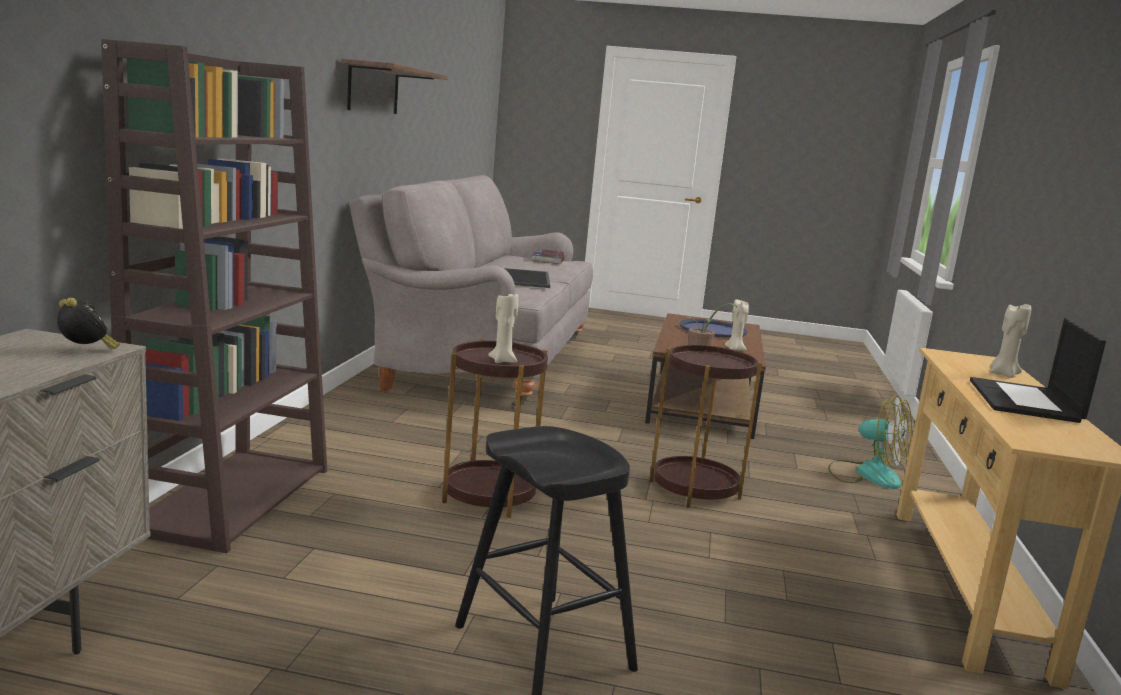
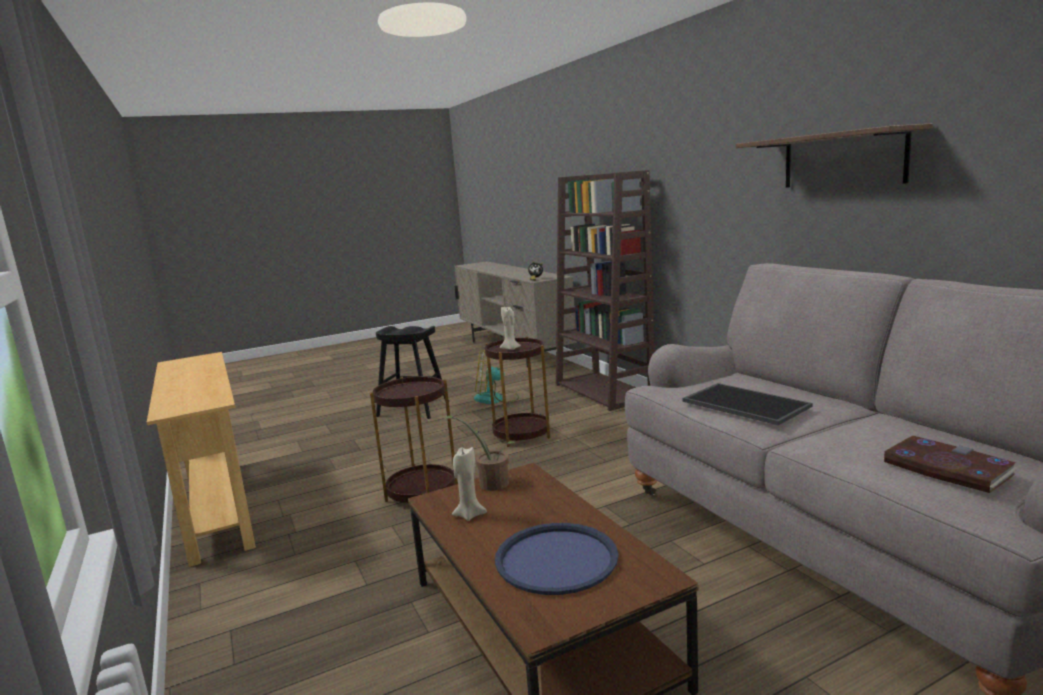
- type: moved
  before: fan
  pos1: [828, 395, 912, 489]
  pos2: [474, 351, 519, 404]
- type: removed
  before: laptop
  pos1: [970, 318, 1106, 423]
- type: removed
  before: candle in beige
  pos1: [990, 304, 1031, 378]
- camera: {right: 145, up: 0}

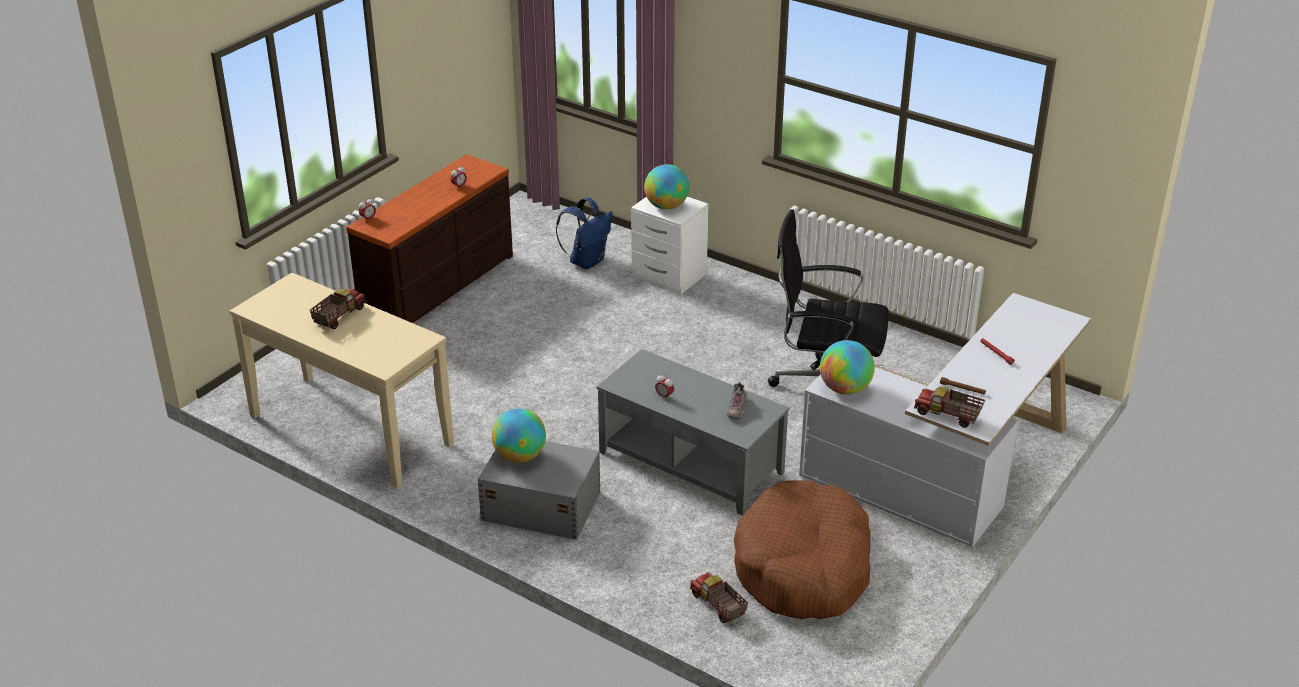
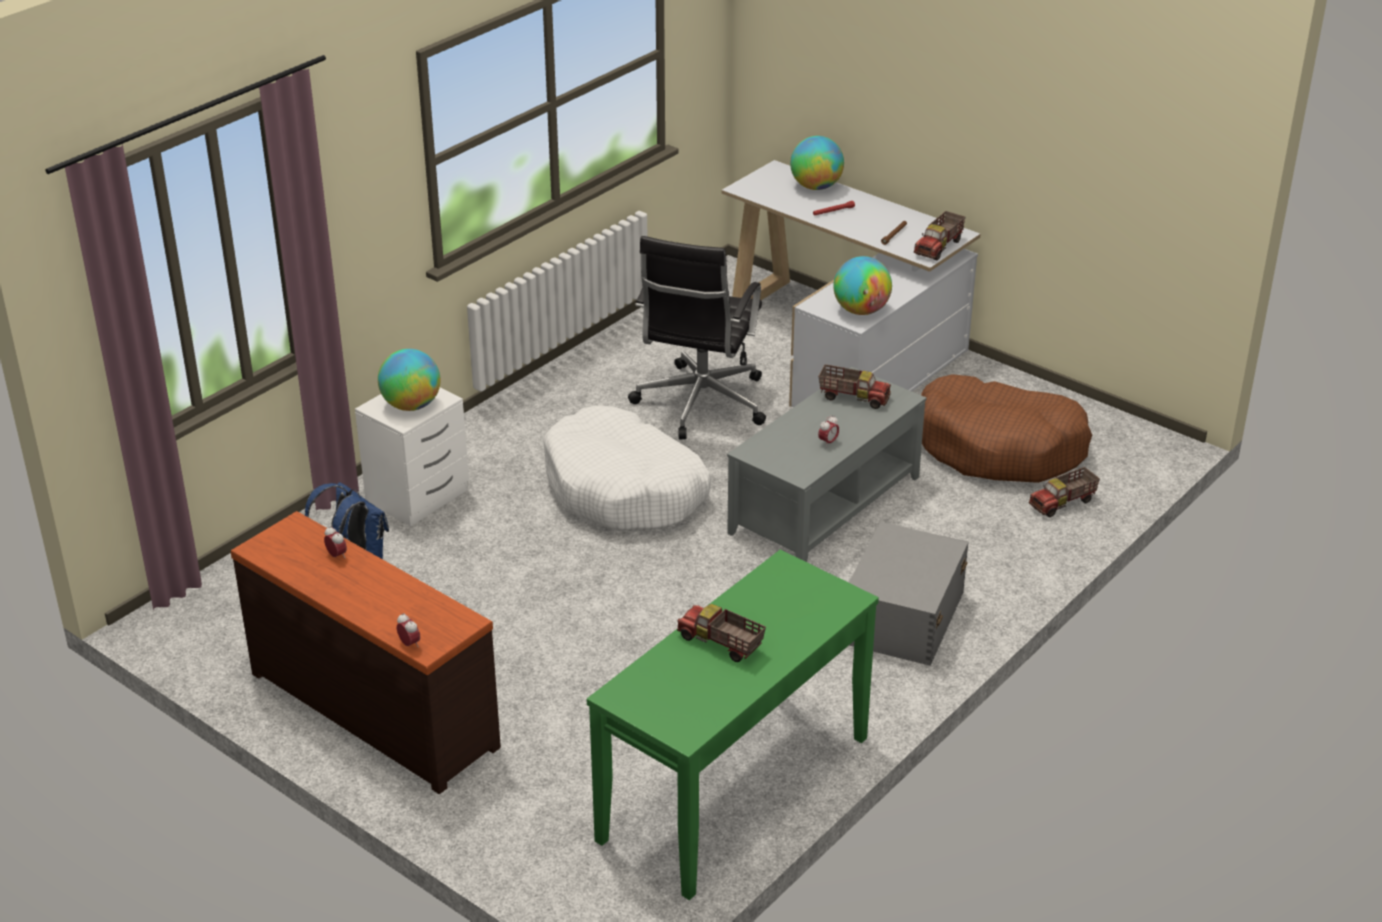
- type: recoloured
  before: console table in beige
  after: console table in green
  pos1: [230, 273, 454, 488]
  pos2: [587, 550, 879, 900]
- type: moved
  before: globe
  pos1: [492, 408, 546, 463]
  pos2: [790, 136, 844, 190]
- type: replaced
  before: shoe
  after: toy truck
  pos1: [727, 382, 747, 419]
  pos2: [818, 364, 891, 409]
- type: added
  after: dog bed in white
  pos2: [543, 406, 711, 531]
- camera: {right: -85, up: 0}

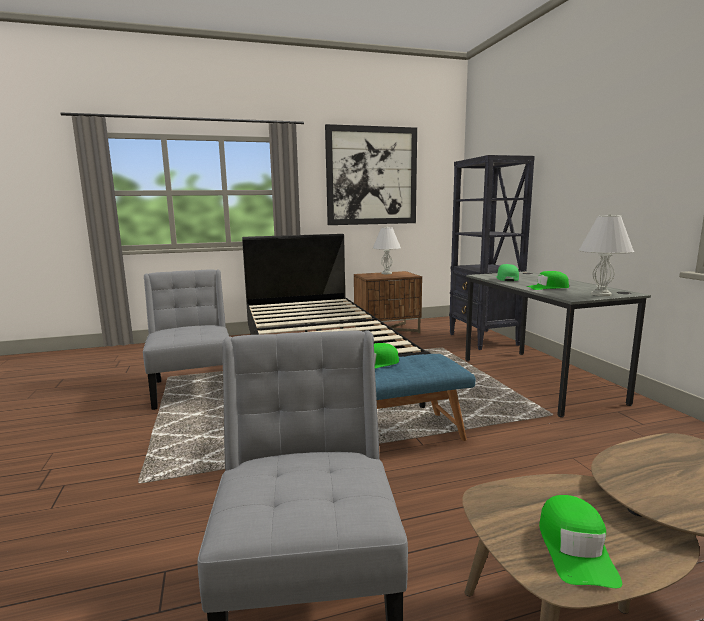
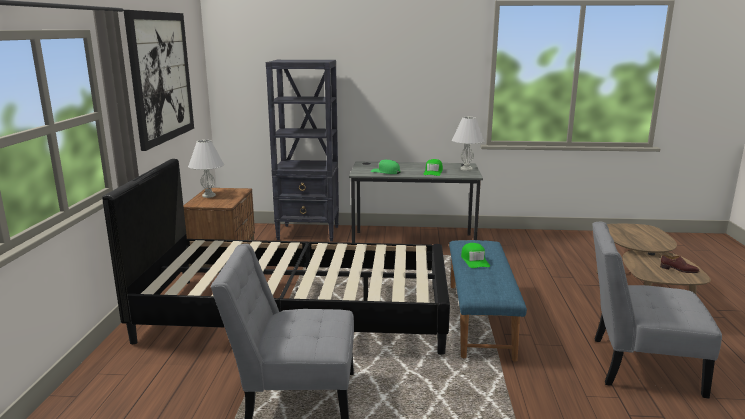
- type: replaced
  before: cap in green
  after: shoe in brown
  pos1: [539, 495, 622, 588]
  pos2: [660, 255, 700, 273]
- camera: {right: -70, up: 5}

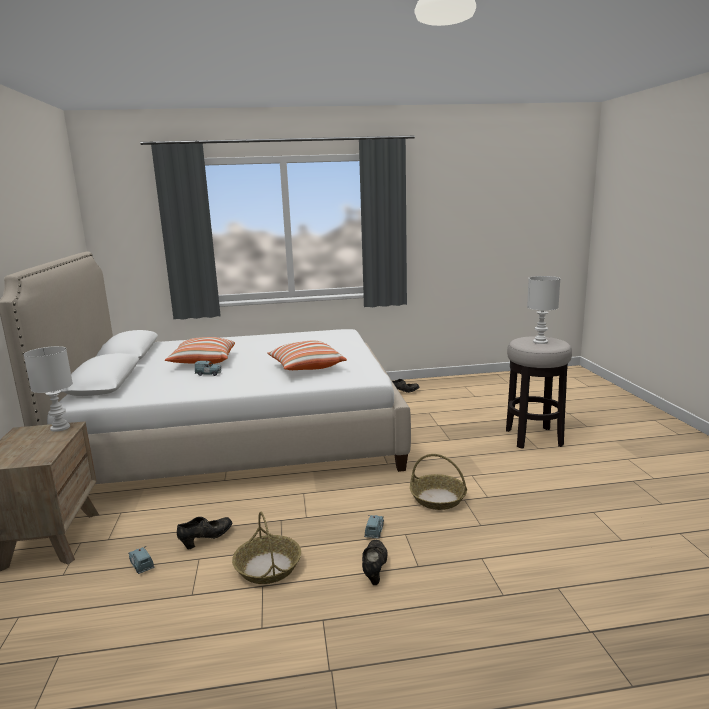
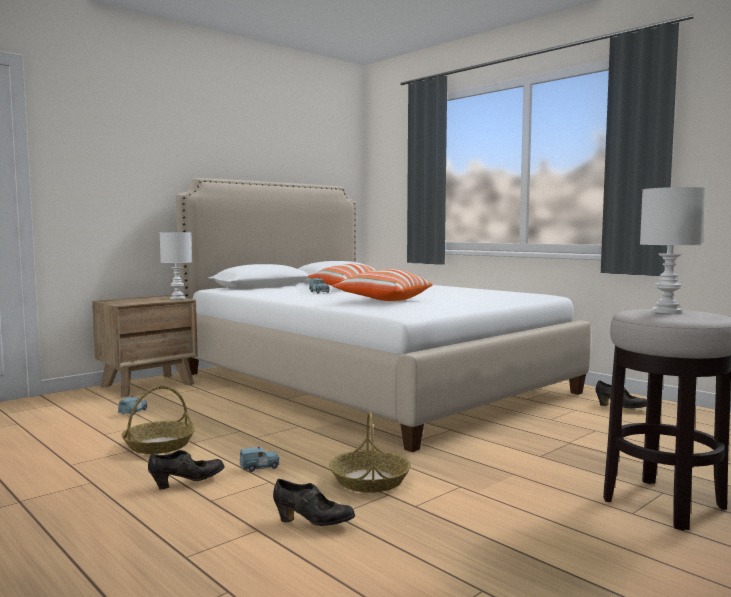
- type: moved
  before: shoe in black
  pos1: [177, 517, 232, 550]
  pos2: [273, 479, 355, 526]
- camera: {right: 55, up: -10}

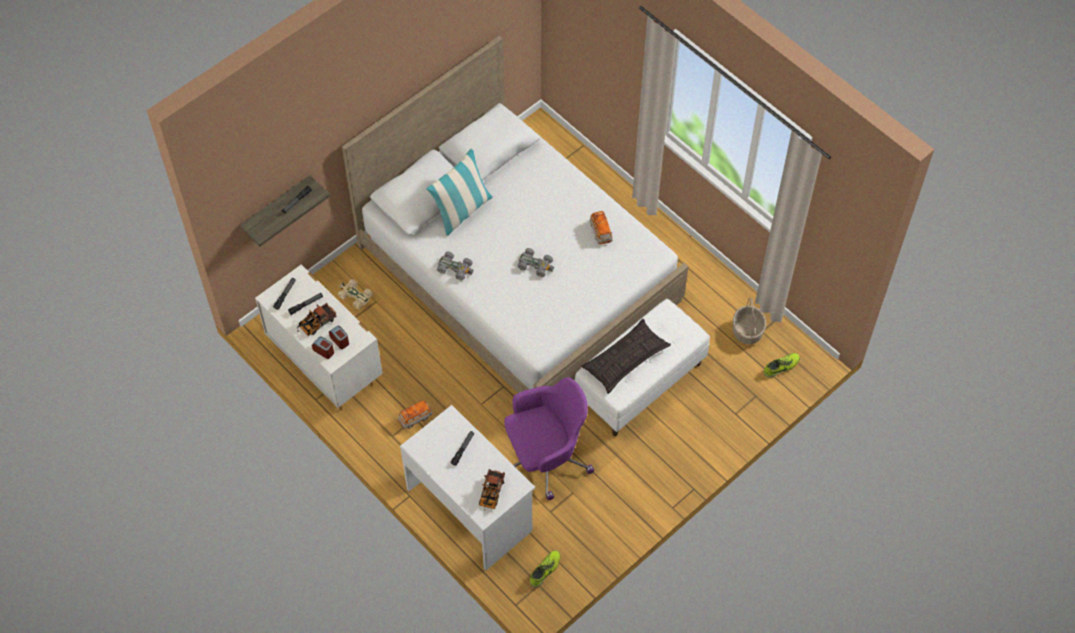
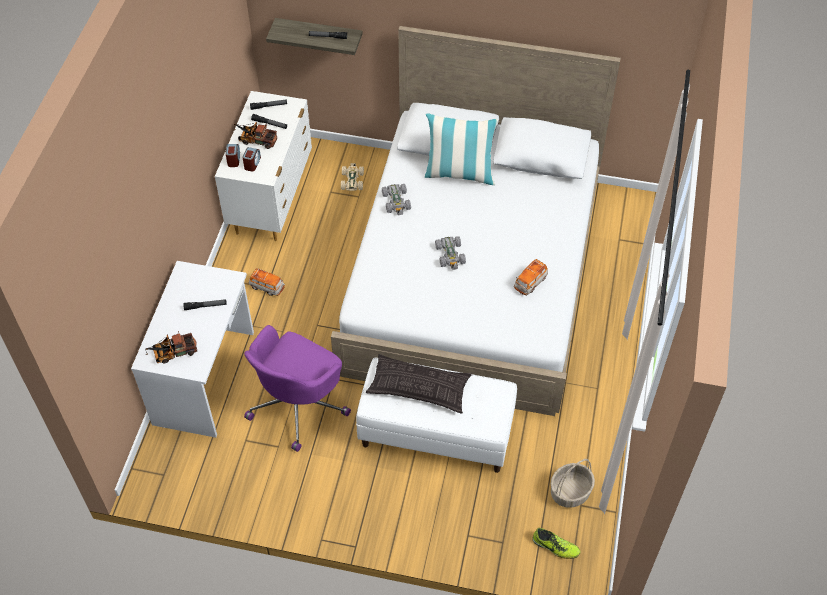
- type: turned
  before: office chair in purple
  pos1: [504, 377, 594, 500]
  pos2: [244, 325, 351, 452]
  turn: 90
- type: removed
  before: shoe
  pos1: [530, 550, 560, 587]
- camera: {right: 55, up: -5}

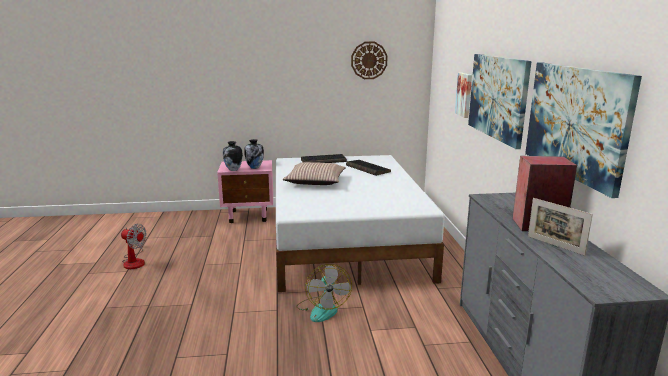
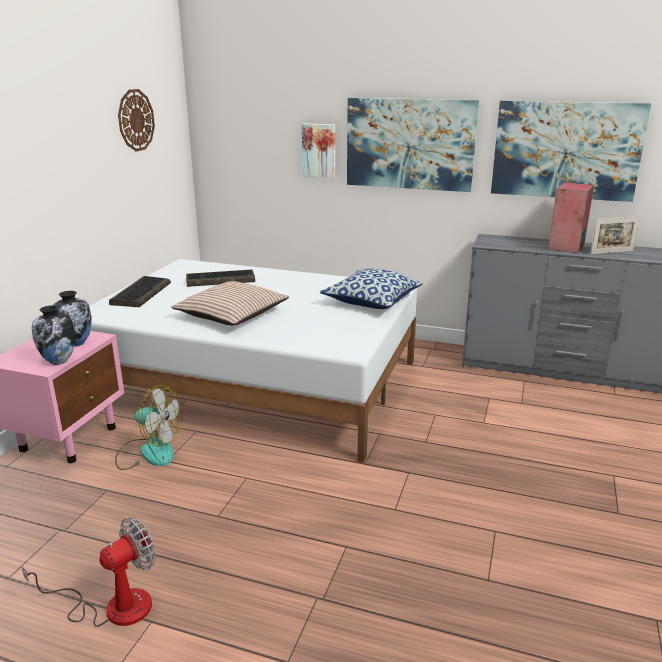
- type: moved
  before: fan
  pos1: [296, 264, 352, 322]
  pos2: [115, 385, 182, 470]
- type: added
  after: pillow
  pos2: [320, 269, 423, 309]
- camera: {right: -65, up: 5}

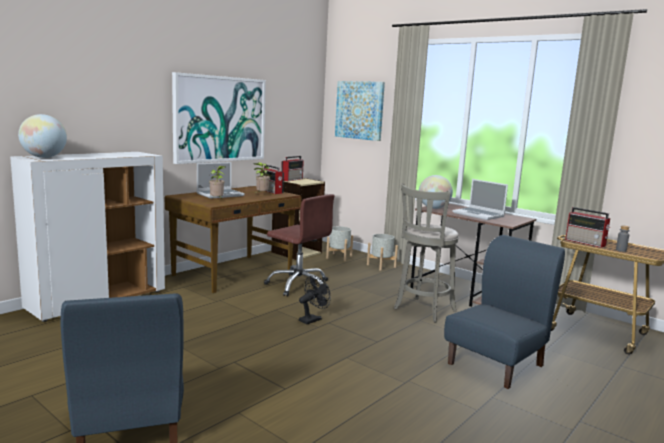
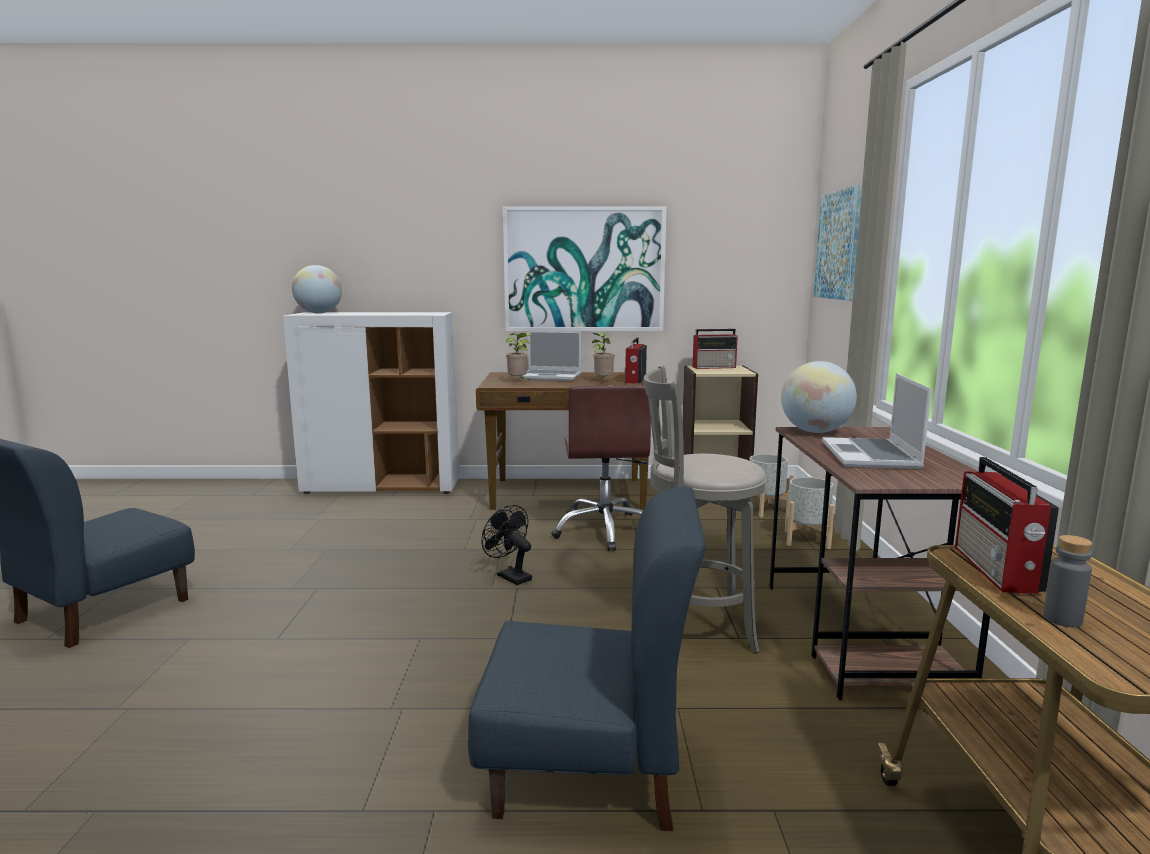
- type: turned
  before: fan in black
  pos1: [299, 275, 330, 324]
  pos2: [481, 505, 532, 585]
  turn: -135
- camera: {right: 50, up: 0}

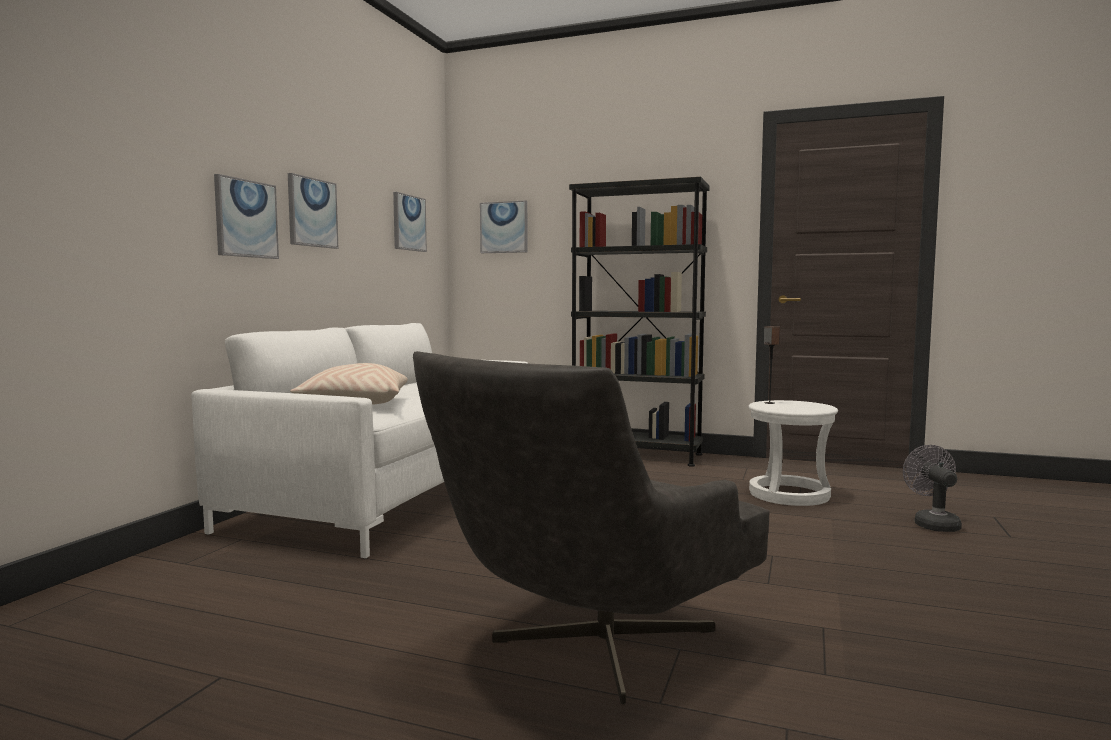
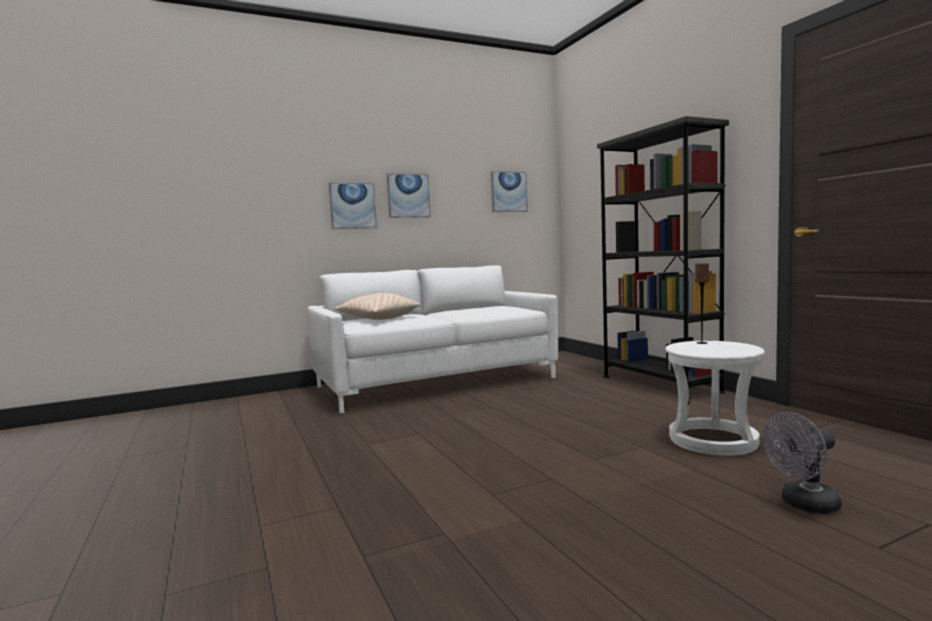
- type: removed
  before: armchair in grey
  pos1: [413, 351, 770, 704]
- type: removed
  before: picture
  pos1: [480, 200, 528, 253]
- type: turned
  before: fan in grey
  pos1: [903, 445, 962, 532]
  pos2: [763, 412, 841, 514]
  turn: -150
- camera: {right: 45, up: 0}

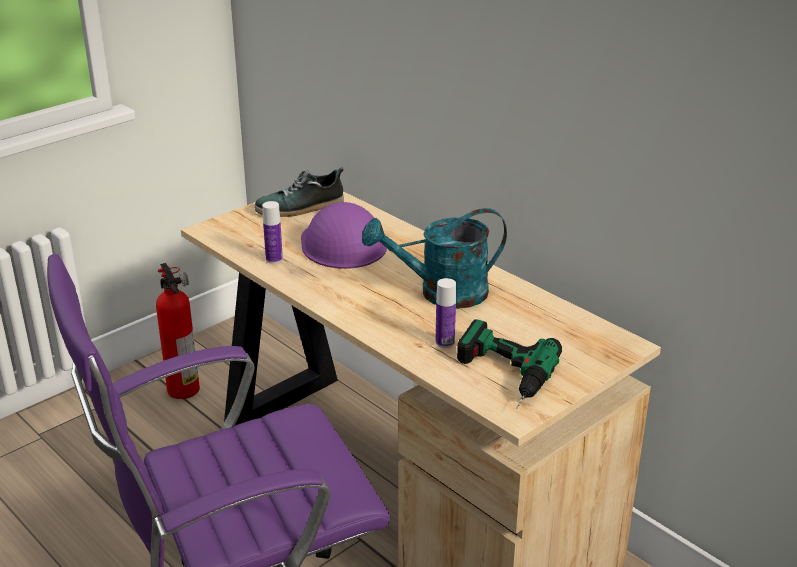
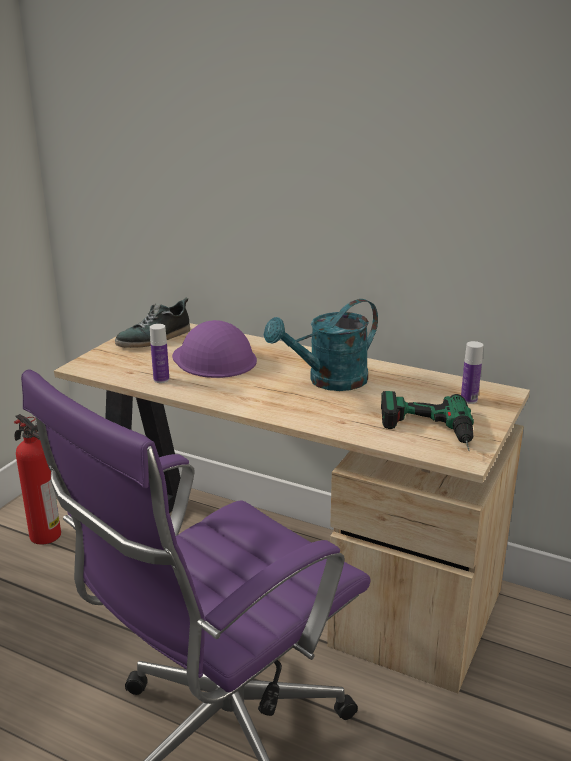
- type: moved
  before: bottle
  pos1: [435, 278, 456, 348]
  pos2: [461, 341, 483, 404]
- camera: {right: -20, up: -5}

